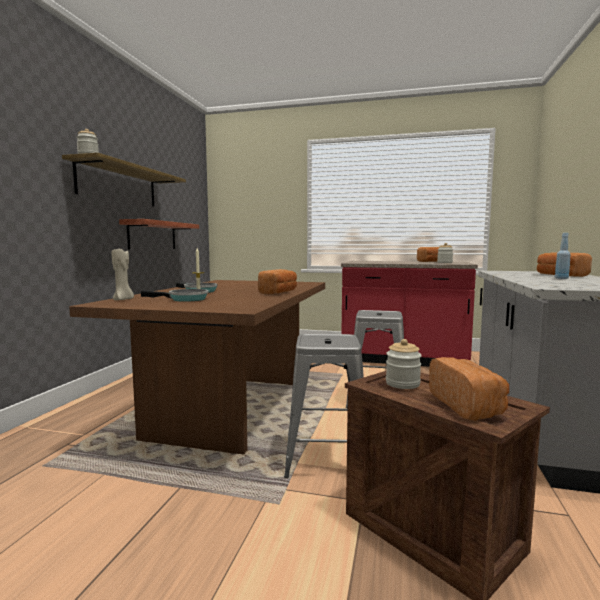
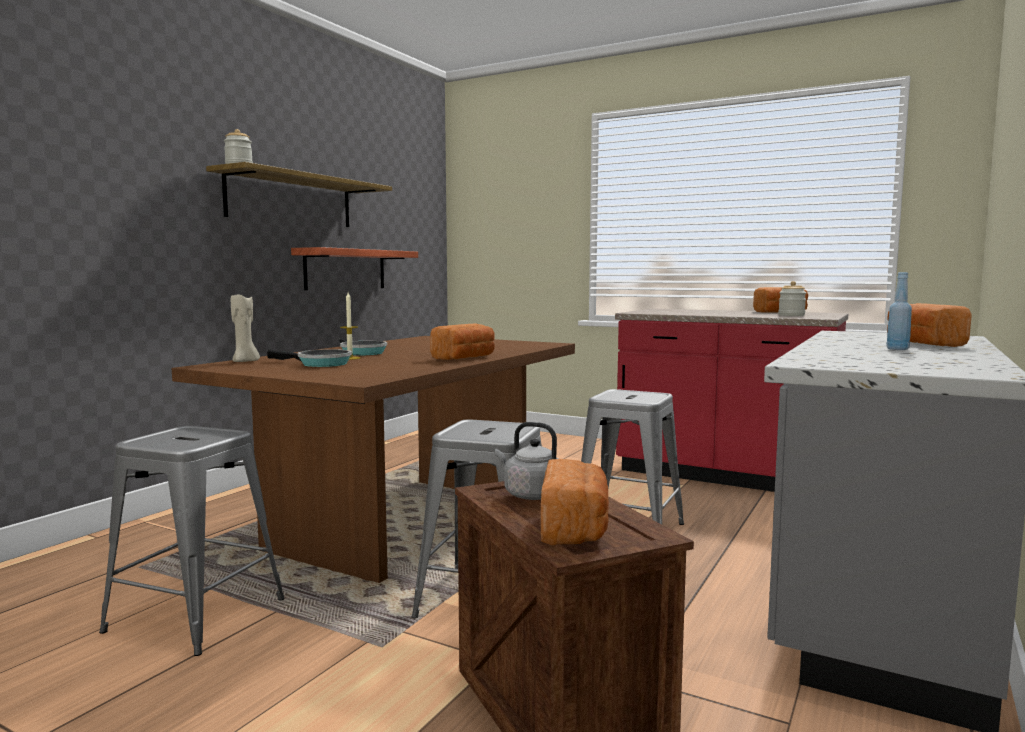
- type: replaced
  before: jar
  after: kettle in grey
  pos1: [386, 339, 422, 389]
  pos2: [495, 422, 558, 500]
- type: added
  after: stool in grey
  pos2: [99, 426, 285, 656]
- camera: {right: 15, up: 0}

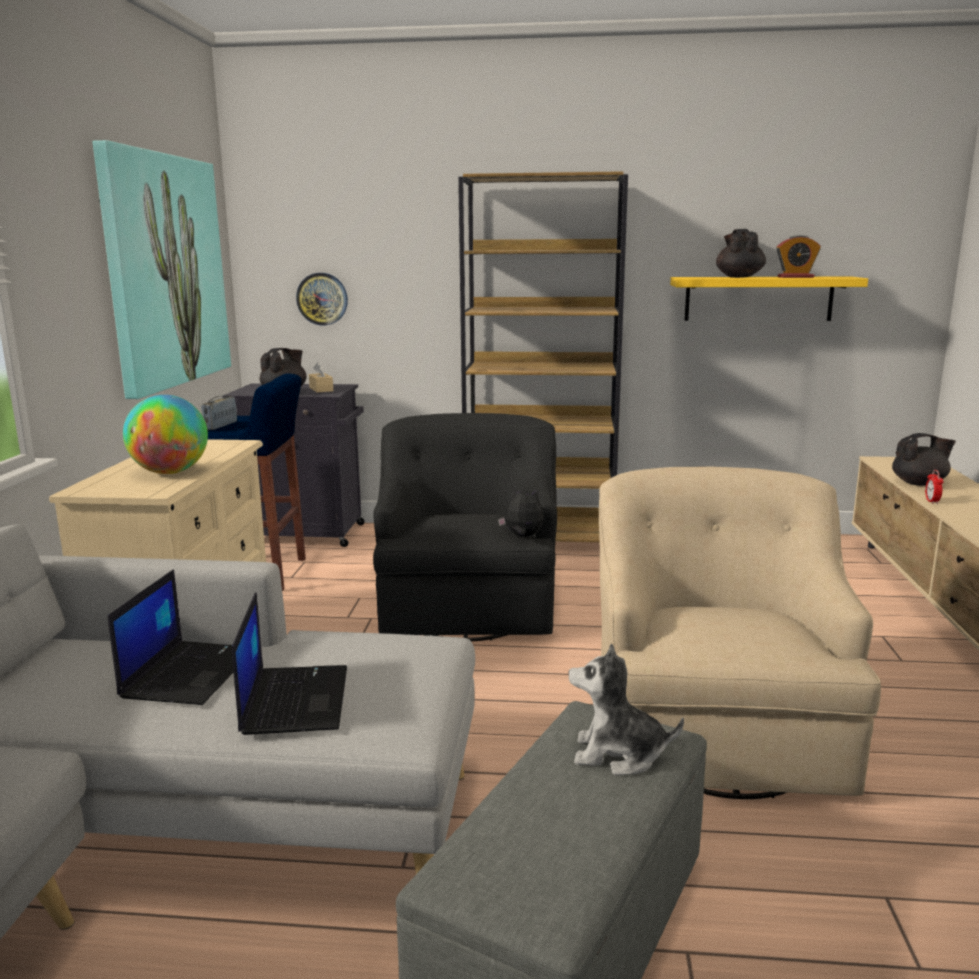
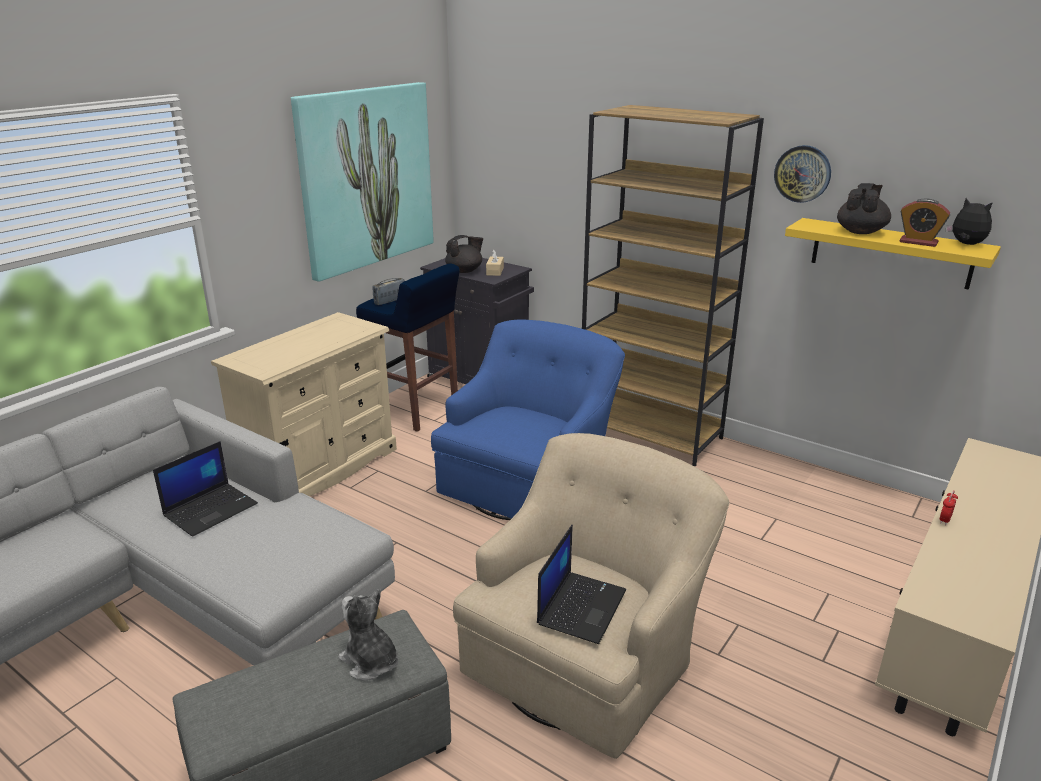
- type: removed
  before: globe
  pos1: [123, 395, 208, 474]
- type: moved
  before: laptop
  pos1: [232, 592, 347, 735]
  pos2: [537, 525, 626, 644]
- type: moved
  before: wall clock
  pos1: [296, 273, 348, 326]
  pos2: [774, 145, 831, 203]
- type: recoloured
  before: armchair in black
  after: armchair in blue
  pos1: [373, 413, 557, 641]
  pos2: [431, 320, 625, 520]
- type: moved
  before: plush toy
  pos1: [498, 486, 544, 537]
  pos2: [946, 198, 993, 245]
- type: removed
  before: teapot in black
  pos1: [892, 433, 956, 486]
- camera: {right: 30, up: 10}

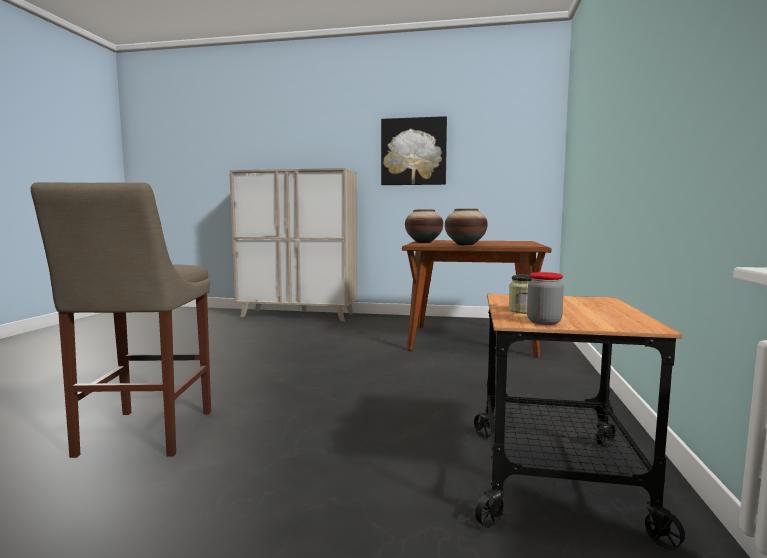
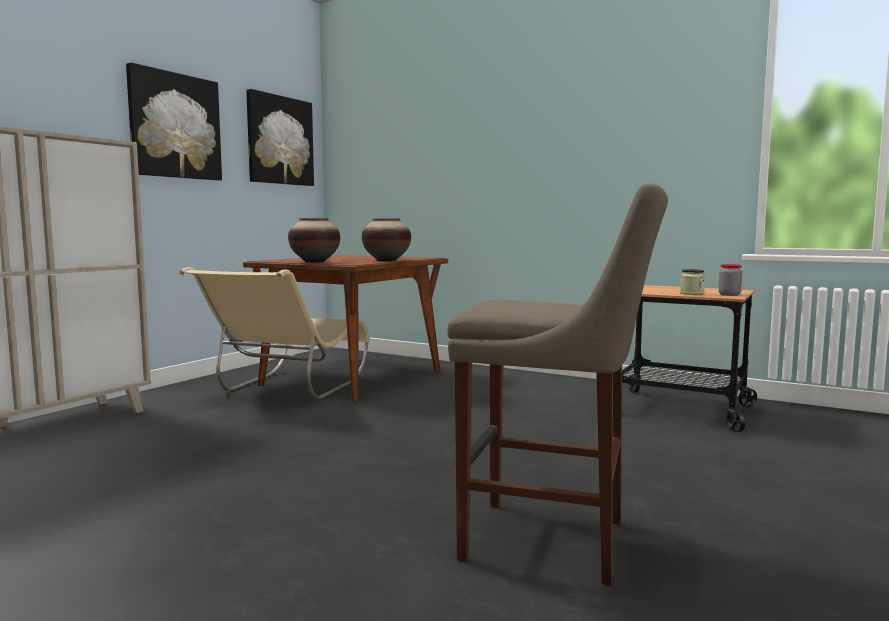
- type: added
  after: chair in beige
  pos2: [179, 267, 370, 400]
- type: added
  after: picture
  pos2: [246, 89, 314, 186]
- camera: {right: -70, up: 0}

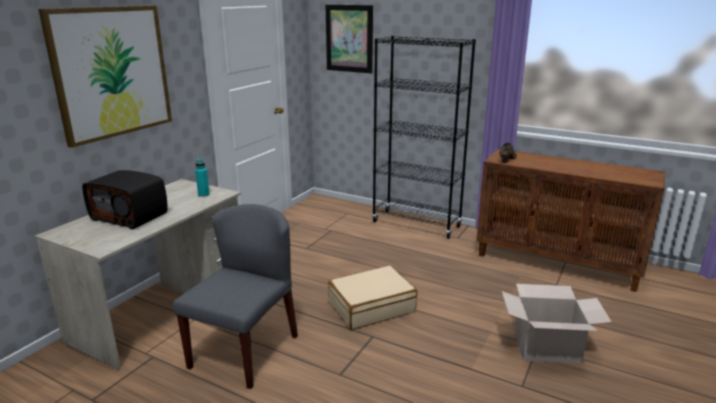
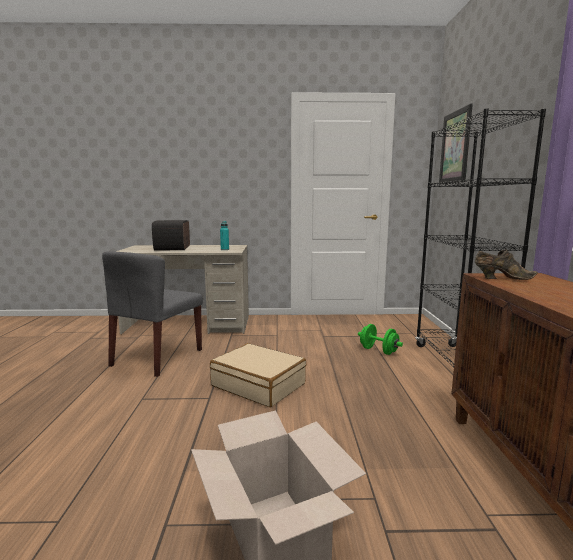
- type: removed
  before: picture
  pos1: [38, 6, 172, 148]
- type: turned
  before: chair in grey
  pos1: [173, 204, 298, 389]
  pos2: [102, 251, 203, 377]
  turn: 120
- type: added
  after: dumbbell in green
  pos2: [358, 324, 403, 355]
- camera: {right: 60, up: -10}

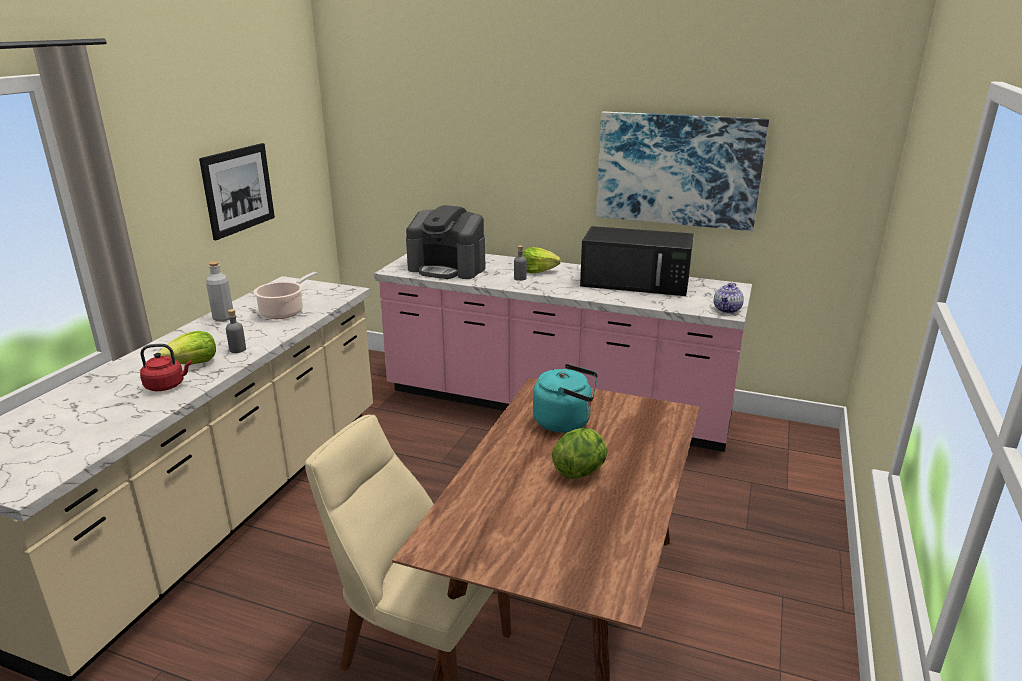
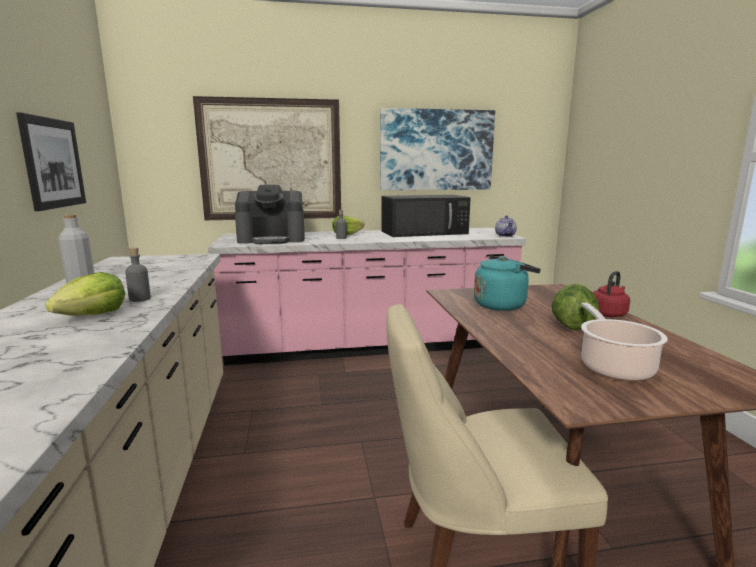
- type: moved
  before: kettle in red
  pos1: [140, 344, 192, 391]
  pos2: [592, 271, 630, 317]
- type: moved
  before: cooking pot
  pos1: [253, 272, 317, 319]
  pos2: [581, 303, 668, 381]
- type: added
  after: picture
  pos2: [193, 96, 341, 220]
- camera: {right: -30, up: -10}

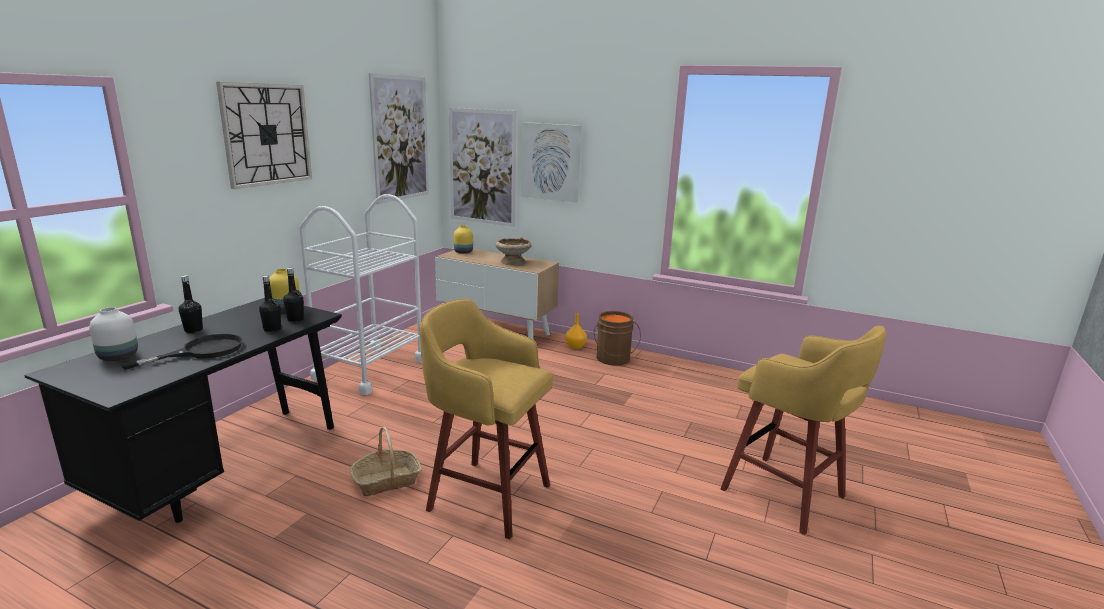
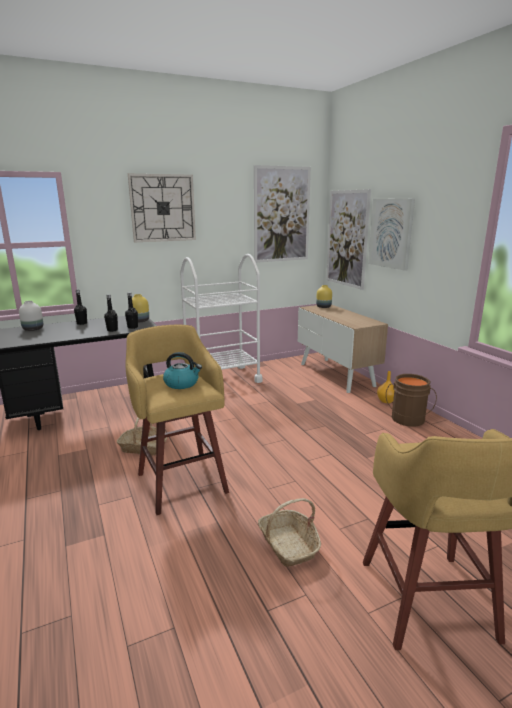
- type: removed
  before: frying pan in black
  pos1: [121, 334, 243, 370]
- type: removed
  before: bowl in beige
  pos1: [495, 237, 532, 265]
- type: added
  after: kettle
  pos2: [163, 352, 202, 389]
- type: added
  after: basket
  pos2: [258, 498, 321, 567]
- camera: {right: 40, up: 0}

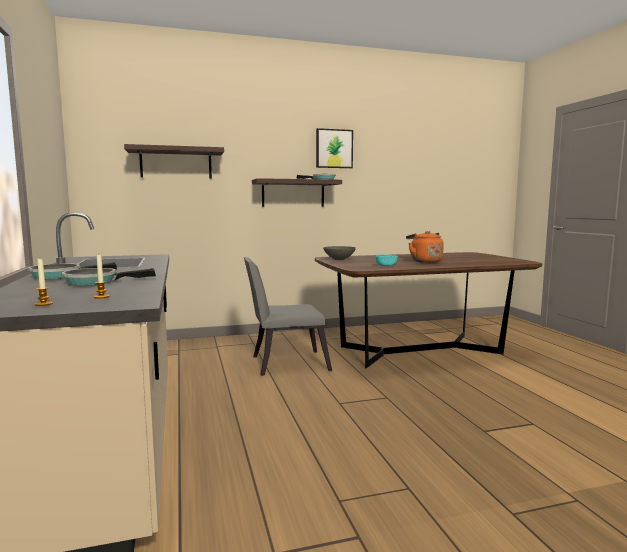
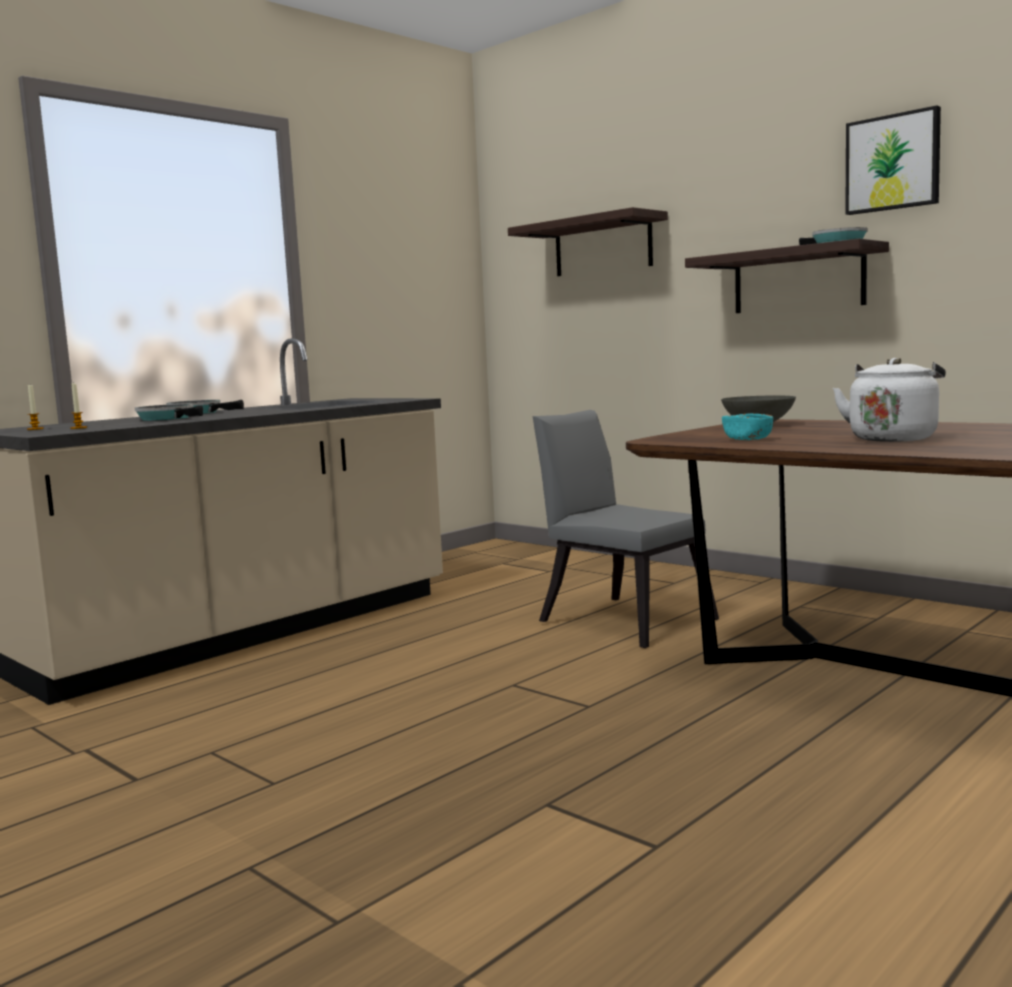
- type: recoloured
  before: kettle in orange
  after: kettle in white
  pos1: [406, 231, 444, 263]
  pos2: [833, 358, 946, 442]
- camera: {right: 60, up: 0}

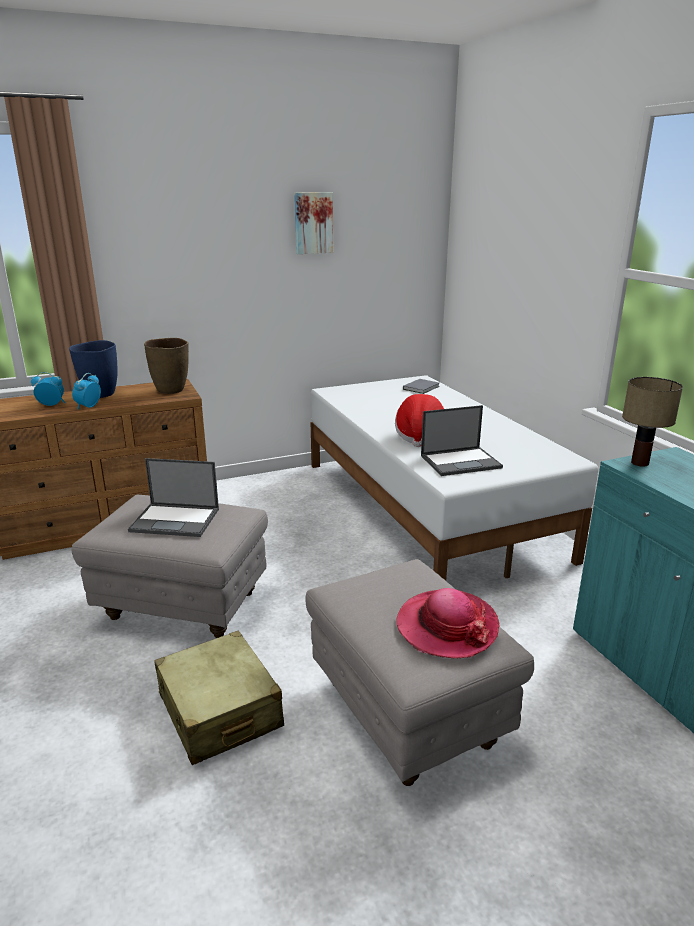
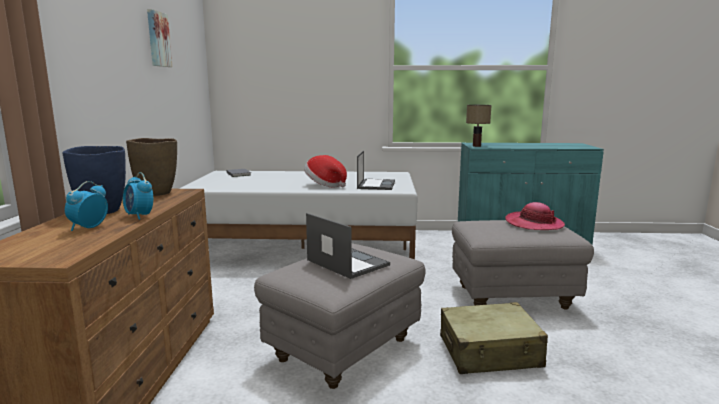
- type: turned
  before: laptop
  pos1: [128, 458, 219, 537]
  pos2: [306, 213, 390, 279]
  turn: -75
- camera: {right: -65, up: -10}

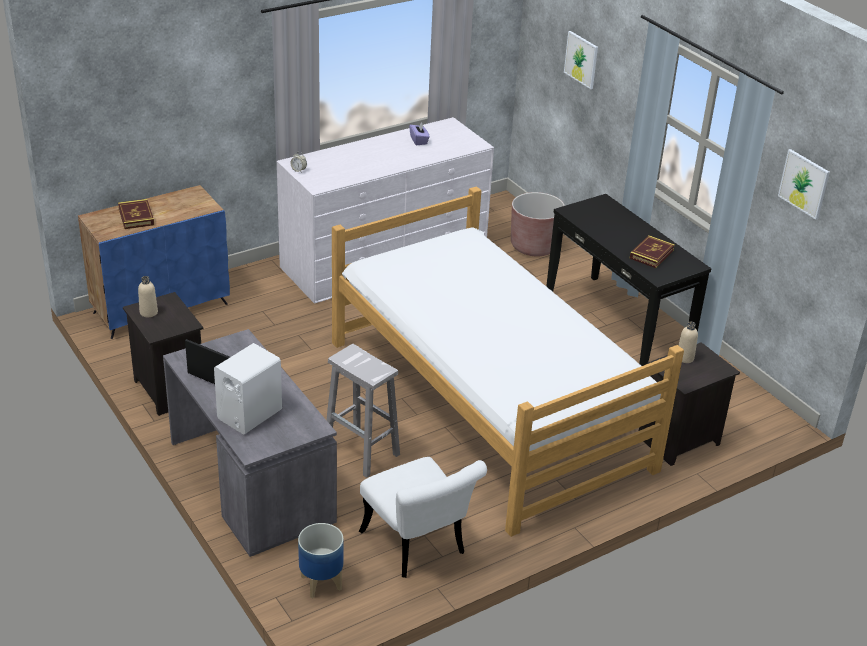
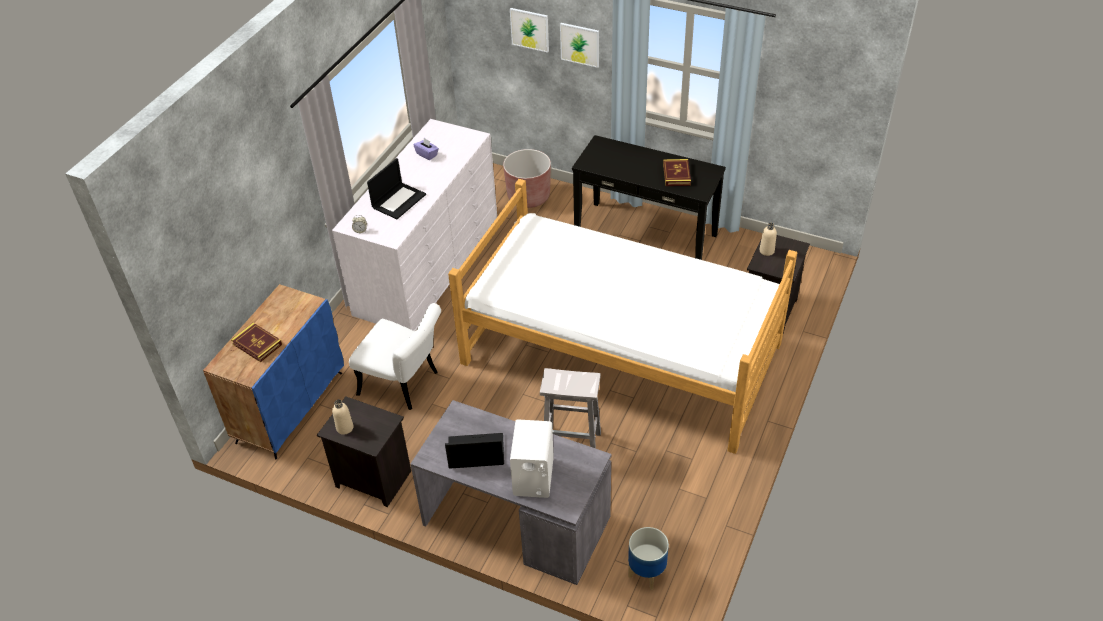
- type: moved
  before: chair in white
  pos1: [359, 457, 487, 578]
  pos2: [349, 303, 441, 410]
- type: moved
  before: picture
  pos1: [778, 149, 830, 220]
  pos2: [560, 23, 599, 68]
- type: added
  after: laptop
  pos2: [367, 158, 426, 219]
- camera: {right: -30, up: 10}

